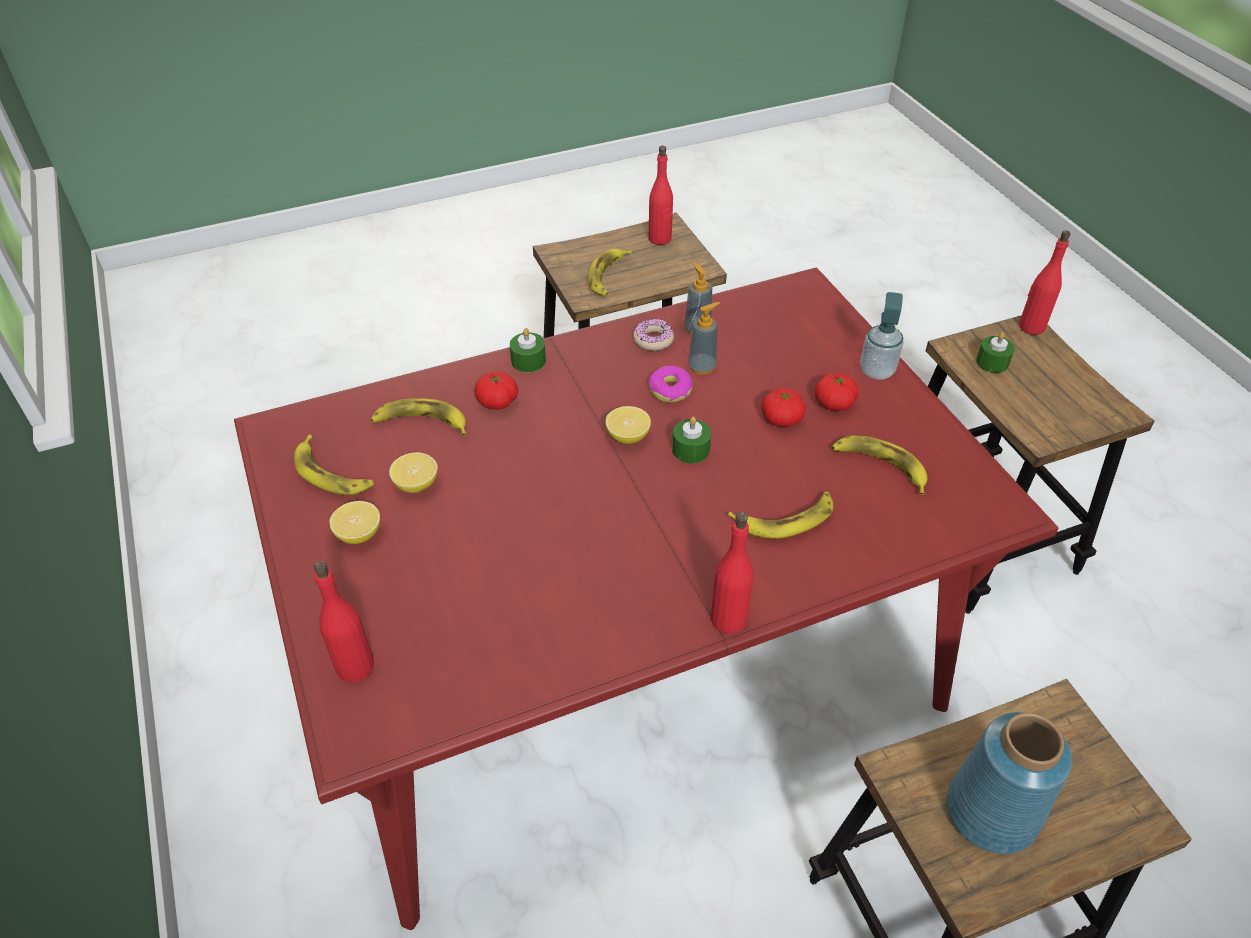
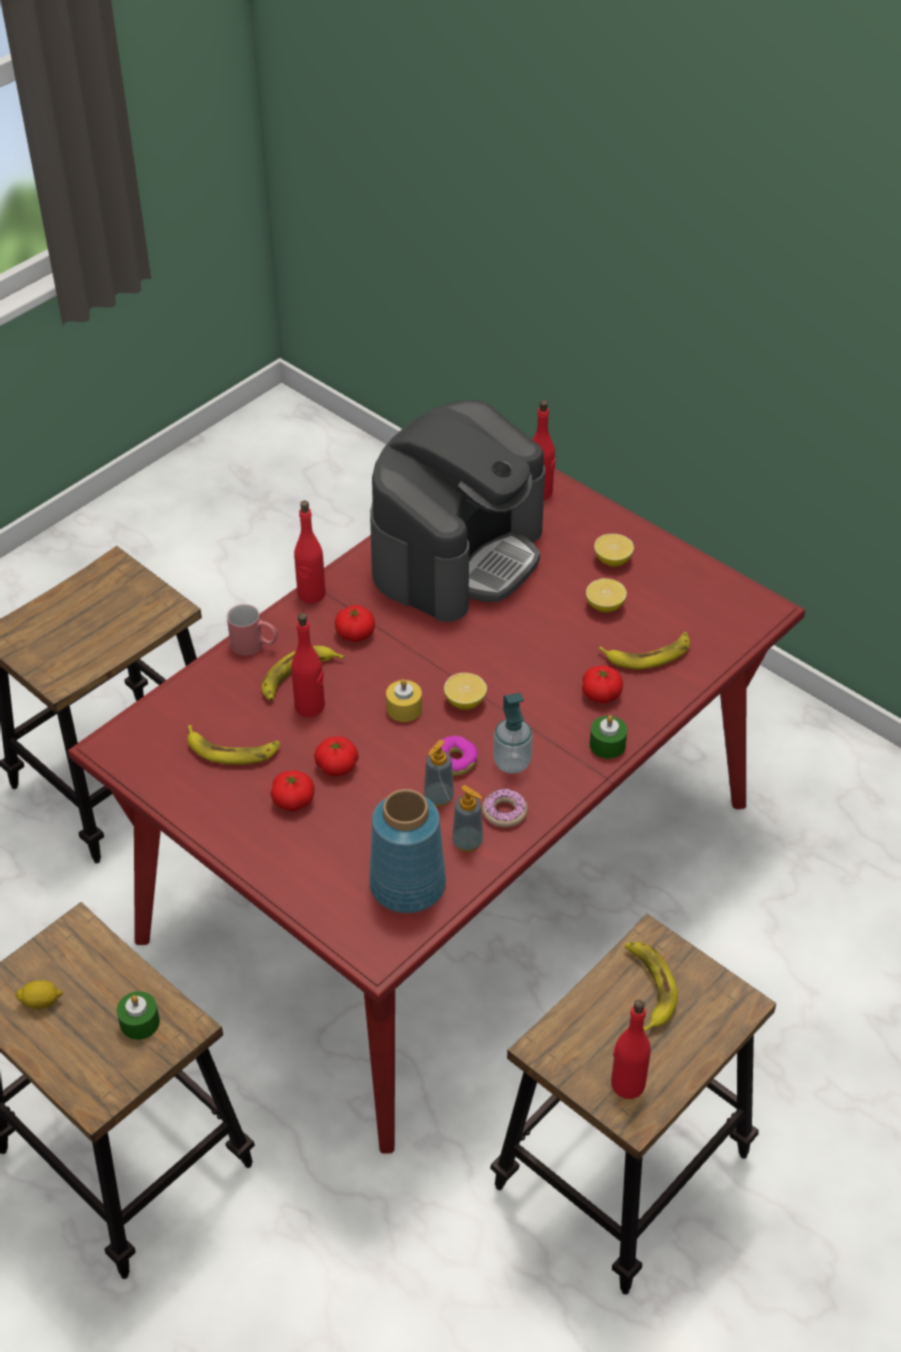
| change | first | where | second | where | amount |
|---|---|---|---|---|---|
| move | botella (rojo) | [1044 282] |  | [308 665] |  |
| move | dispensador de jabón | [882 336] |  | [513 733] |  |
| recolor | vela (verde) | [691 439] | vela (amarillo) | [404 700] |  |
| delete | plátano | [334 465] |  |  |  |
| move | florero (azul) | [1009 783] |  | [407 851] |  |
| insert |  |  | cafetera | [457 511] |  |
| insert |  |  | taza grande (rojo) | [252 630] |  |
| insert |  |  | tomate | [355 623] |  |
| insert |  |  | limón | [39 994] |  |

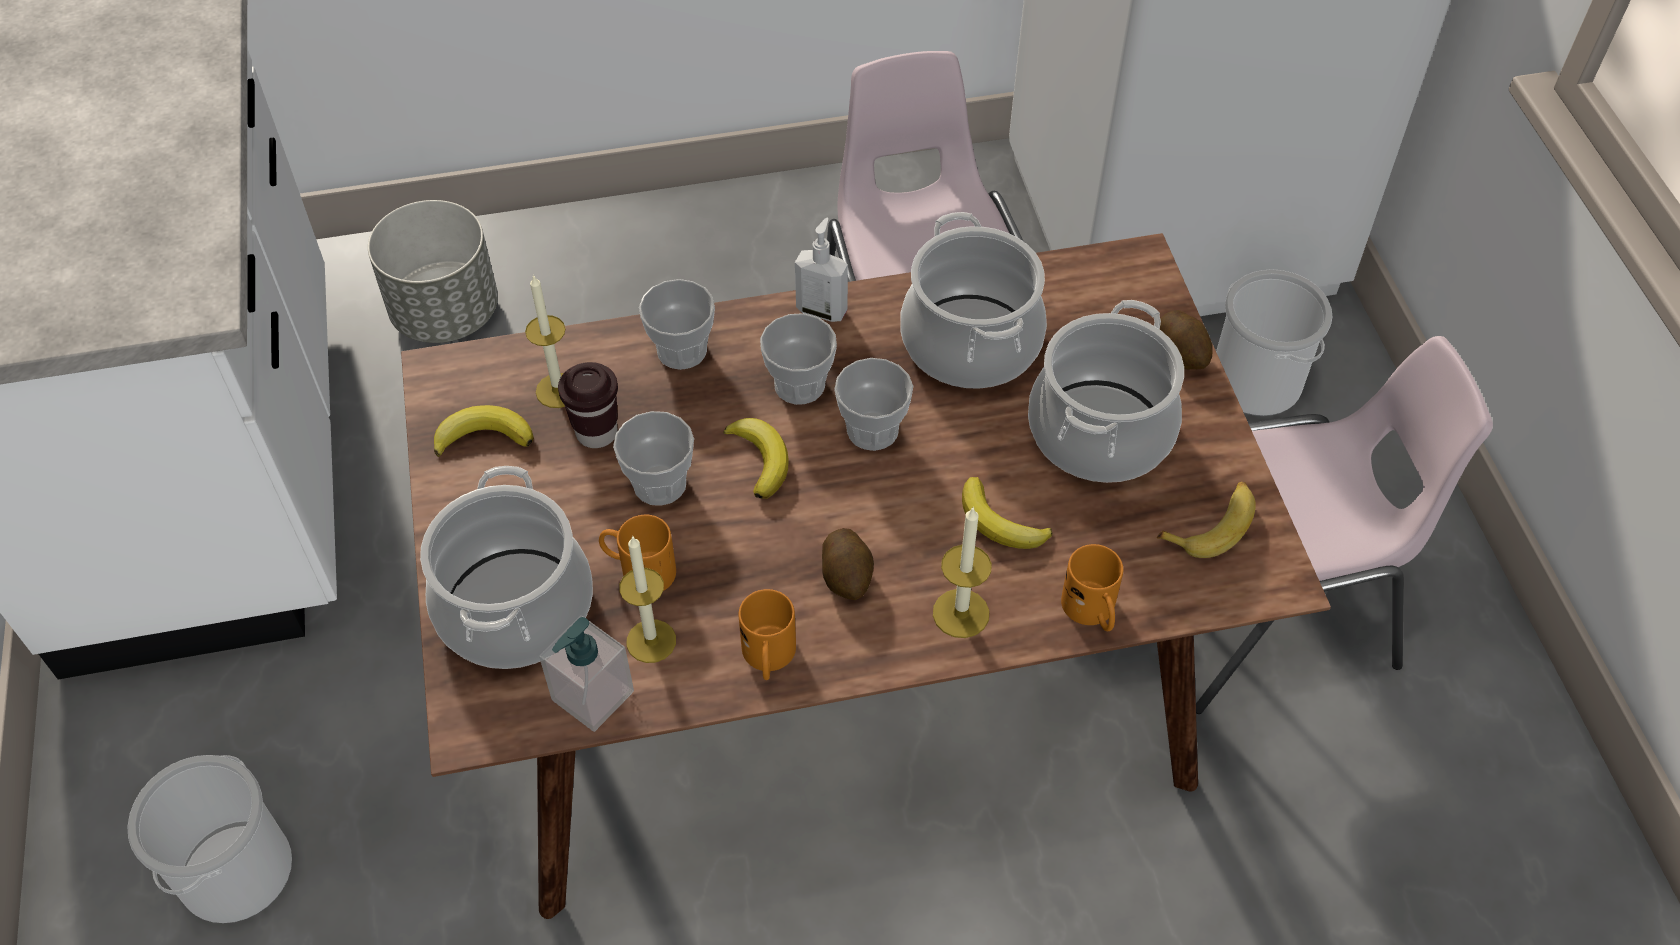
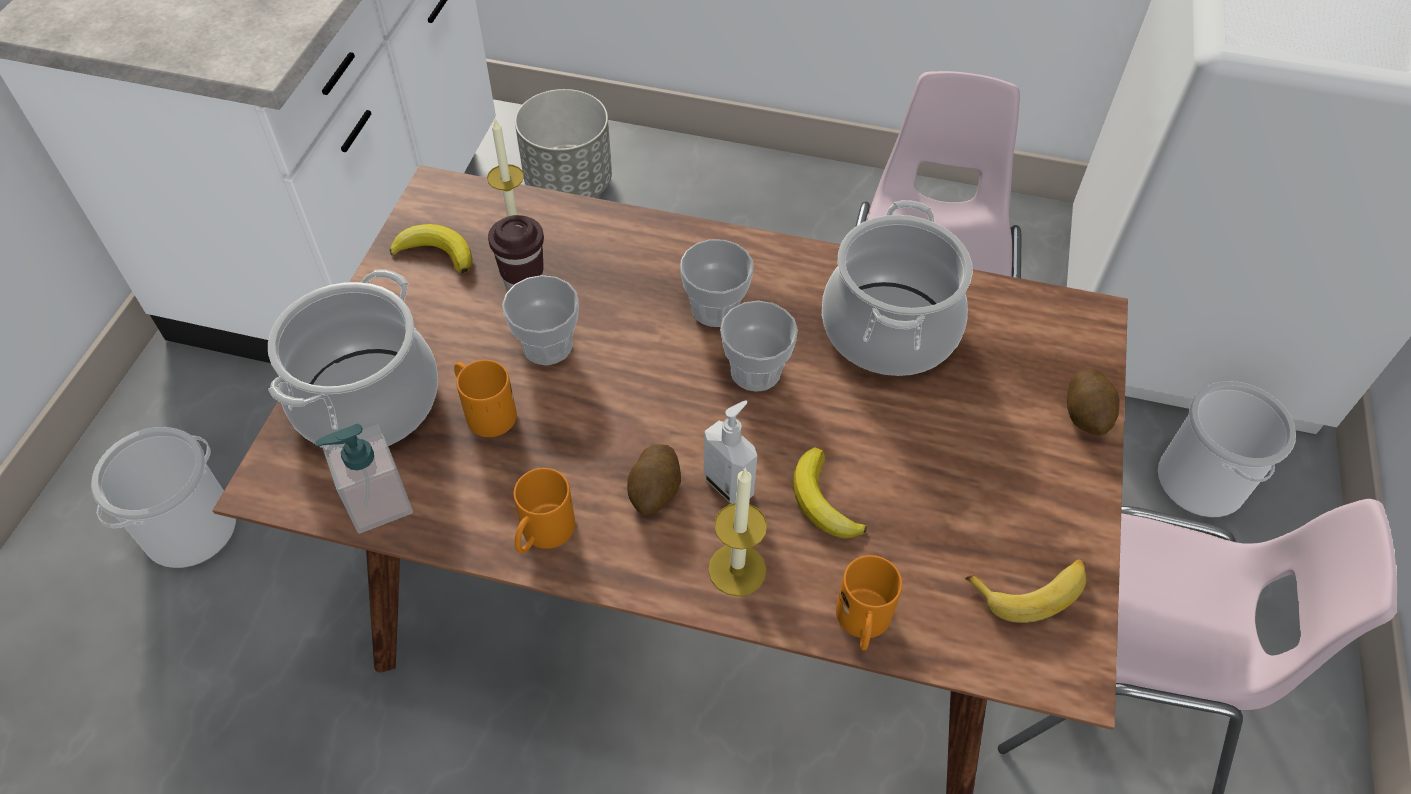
| change | first | where | second | where | amount |
|---|---|---|---|---|---|
| move | dispensador de jabón | [821 270] |  | [730 452] |  |
| delete | taza | [677 324] |  |  |  |
| delete | olla | [1106 391] |  |  |  |
| delete | plátano | [755 458] |  |  |  |
| delete | vela | [647 599] |  |  |  |

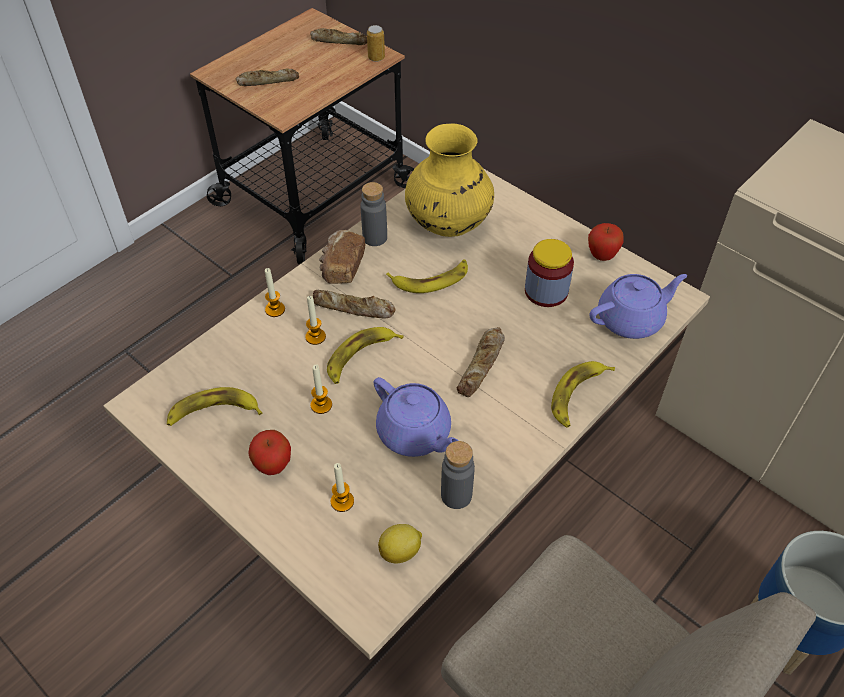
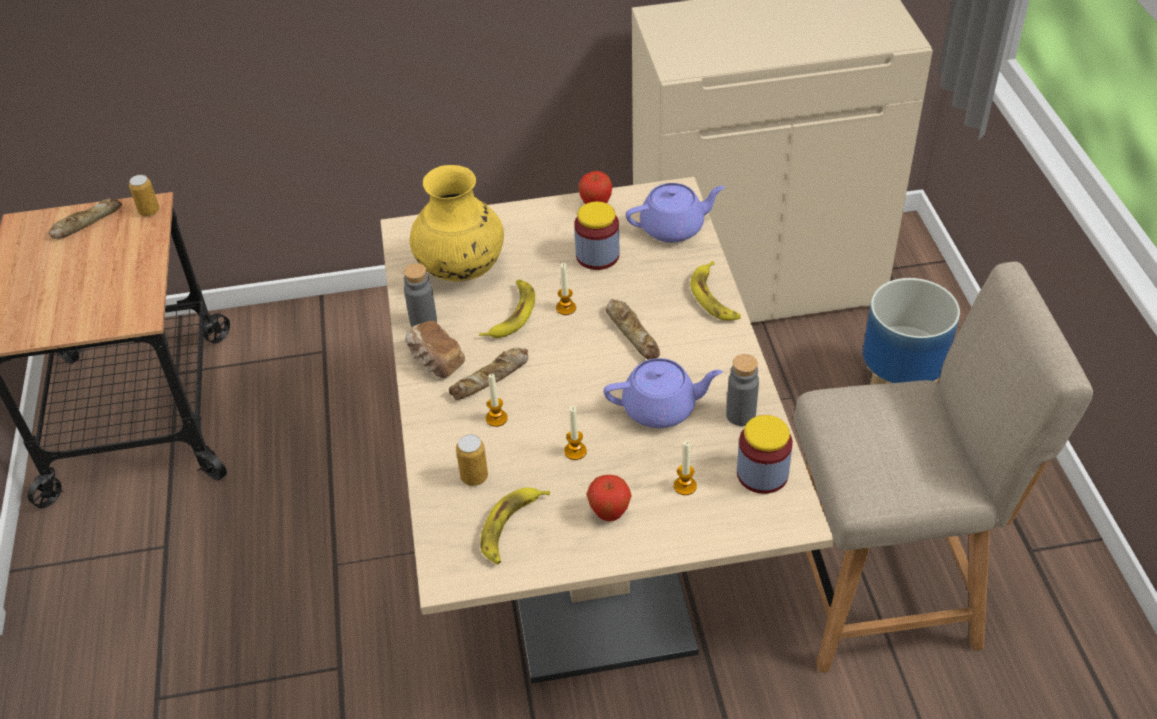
| change | first | where | second | where | amount |
|---|---|---|---|---|---|
| delete | pan | [267 77] |  |  |  |
| move | vela | [275 292] |  | [566 289] |  |
| rotate | tetera (morado) | [638 306] |  | [675 213] | 60 degrees clockwise |
| delete | plátano | [365 355] |  |  |  |
| replace | limón | [400 543] | tarro | [765 454] |  |
| insert |  |  | lata | [472 460] |  |

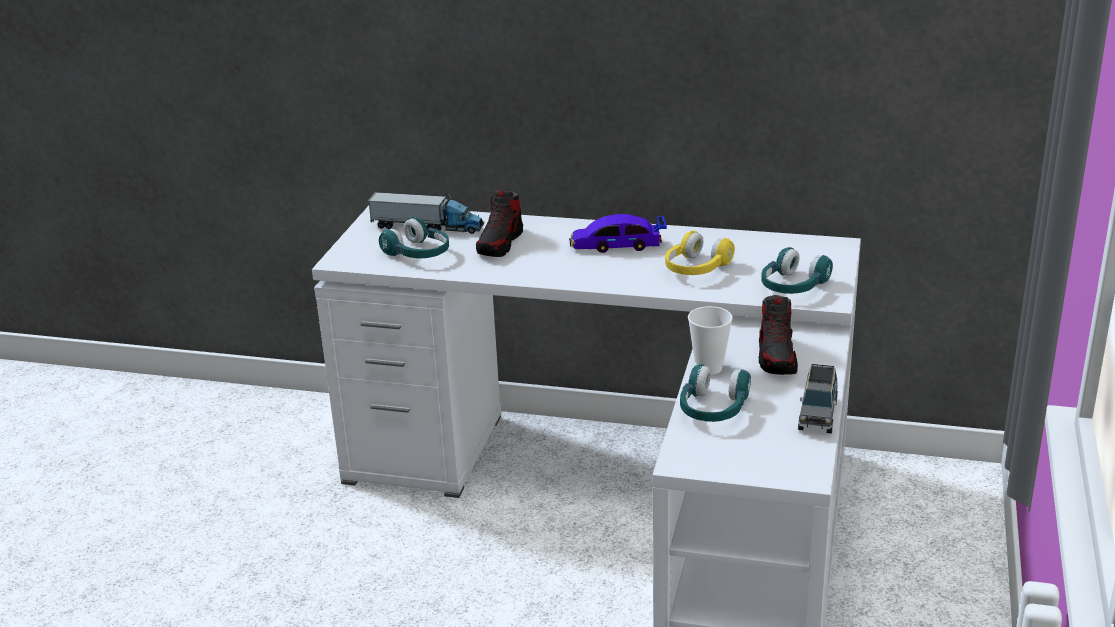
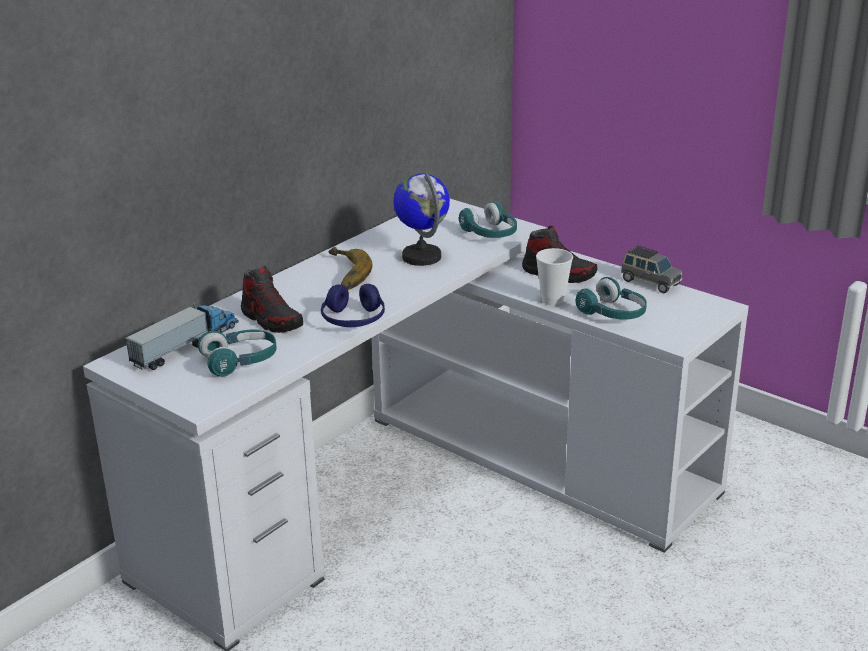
| change | first | where | second | where | amount |
|---|---|---|---|---|---|
| replace | coche de juguete | [618 233] | plátano | [350 268] |  |
| replace | auriculares (amarillo) | [700 253] | globo terráqueo | [421 219] |  |
| insert |  |  | auriculares (azul) | [353 305] |  |

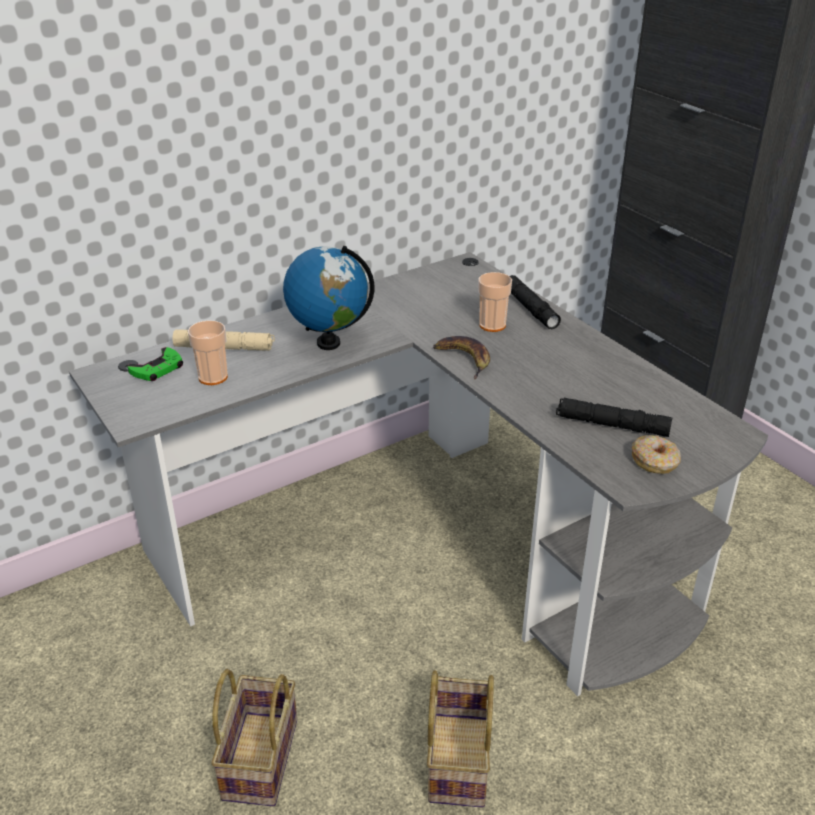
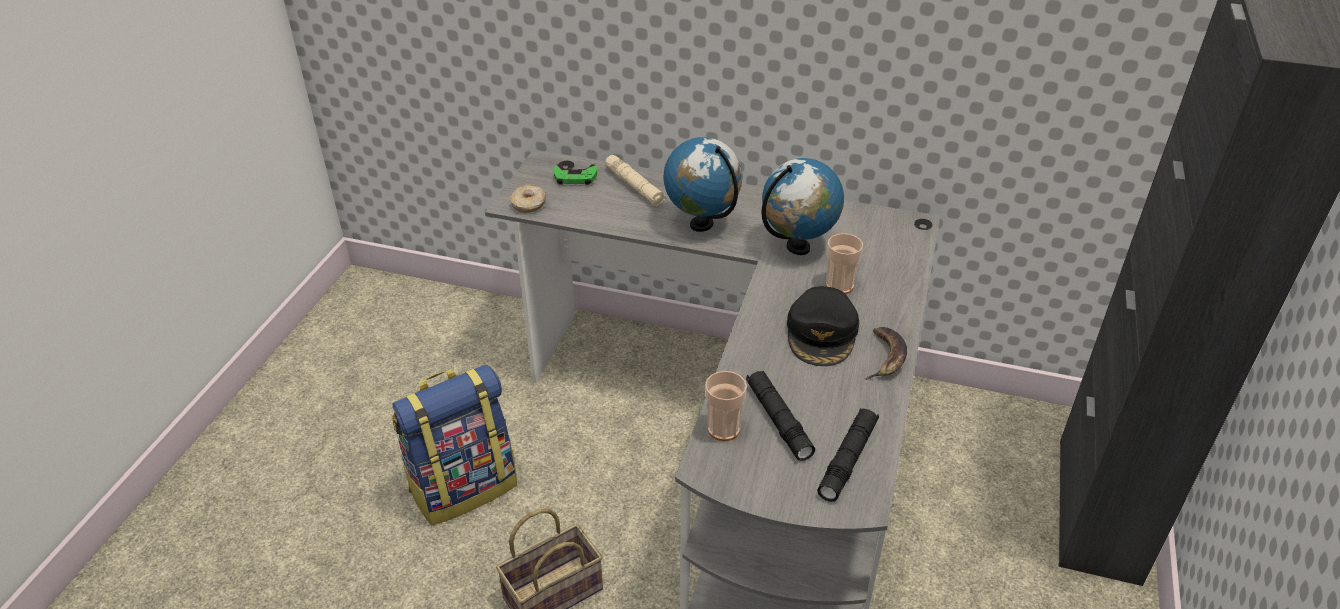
| change | first | where | second | where | amount |
|---|---|---|---|---|---|
| move | linterna (negro) | [535 302] |  | [848 455] |  |
| move | taza | [208 352] |  | [726 406] |  |
| move | plátano | [461 357] |  | [886 353] |  |
| move | rosquilla | [656 454] |  | [528 198] |  |
| replace | cesta | [254 737] | mochila | [454 444] |  |
| insert |  |  | globo terráqueo | [802 206] |  |
| insert |  |  | gorra (negro) | [823 326] |  |

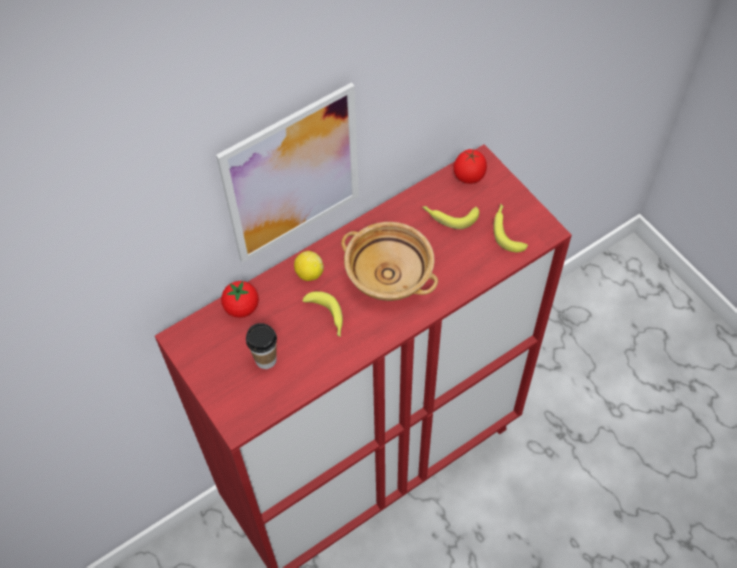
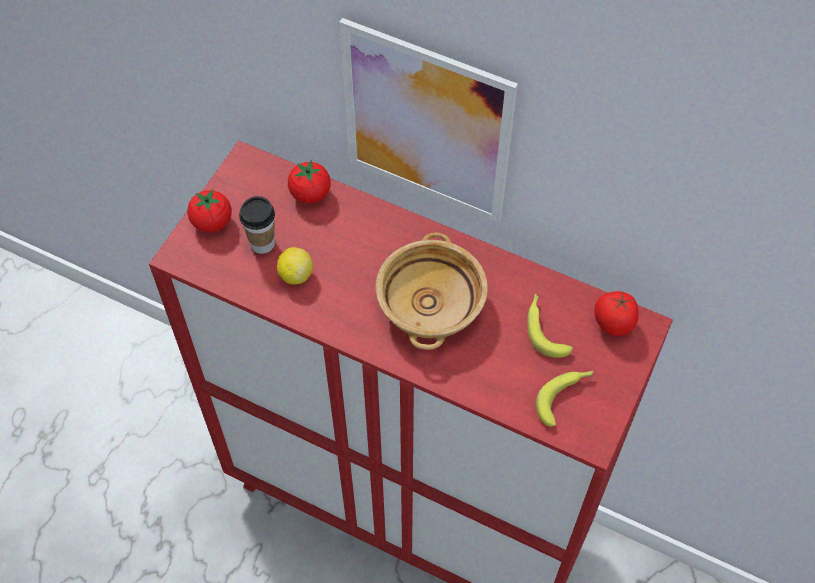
| change | first | where | second | where | amount |
|---|---|---|---|---|---|
| move | limón | [309 266] |  | [295 265] |  |
| delete | plátano | [323 314] |  |  |  |
| insert |  |  | tomate | [209 210] |  |

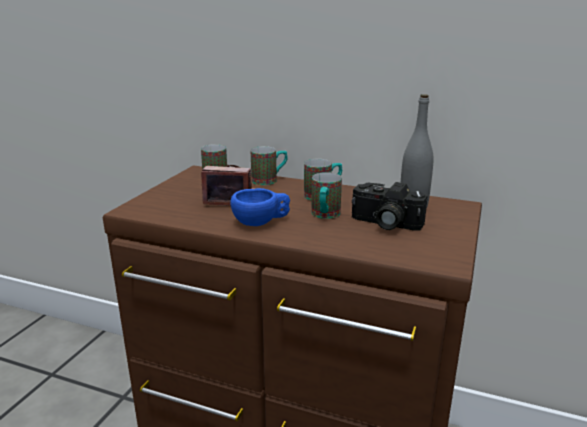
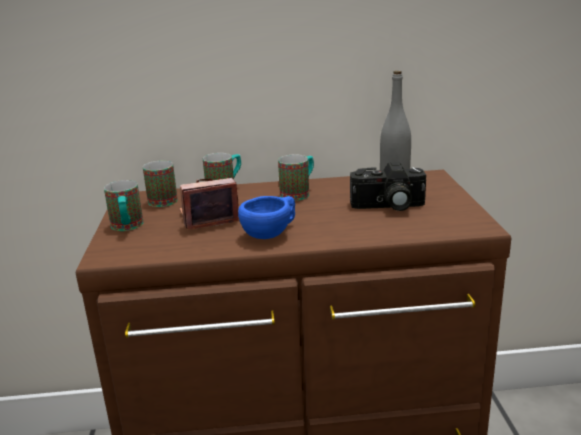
| change | first | where | second | where | amount |
|---|---|---|---|---|---|
| move | taza grande | [326 195] |  | [124 205] |  |

